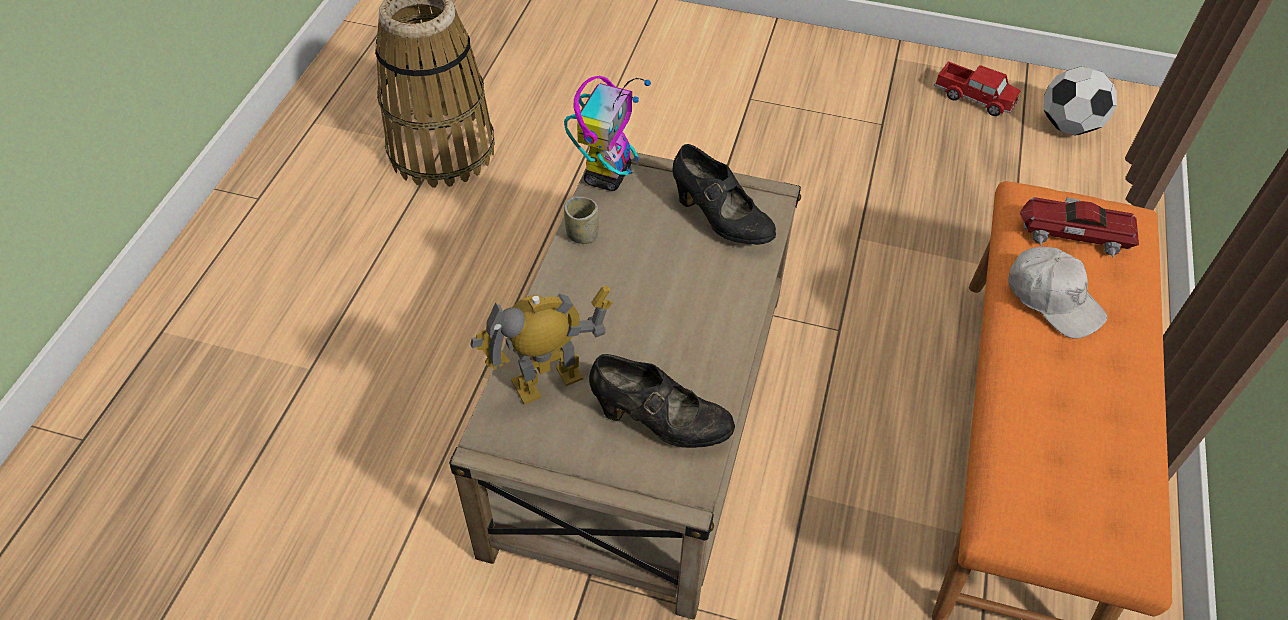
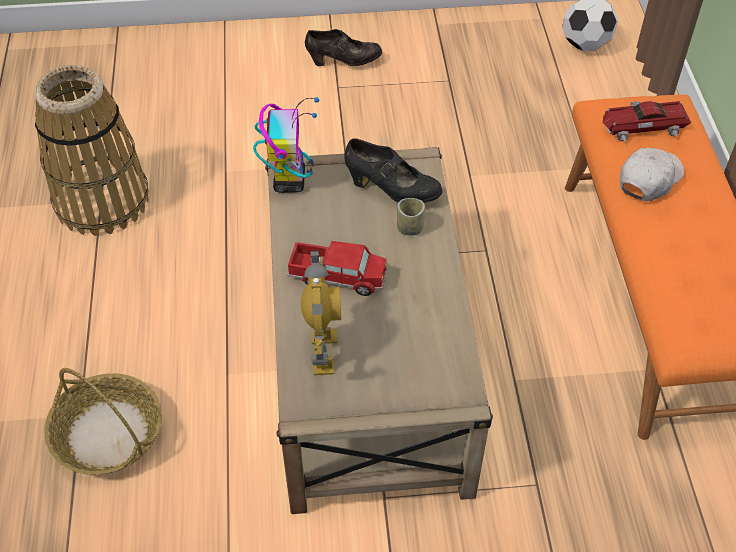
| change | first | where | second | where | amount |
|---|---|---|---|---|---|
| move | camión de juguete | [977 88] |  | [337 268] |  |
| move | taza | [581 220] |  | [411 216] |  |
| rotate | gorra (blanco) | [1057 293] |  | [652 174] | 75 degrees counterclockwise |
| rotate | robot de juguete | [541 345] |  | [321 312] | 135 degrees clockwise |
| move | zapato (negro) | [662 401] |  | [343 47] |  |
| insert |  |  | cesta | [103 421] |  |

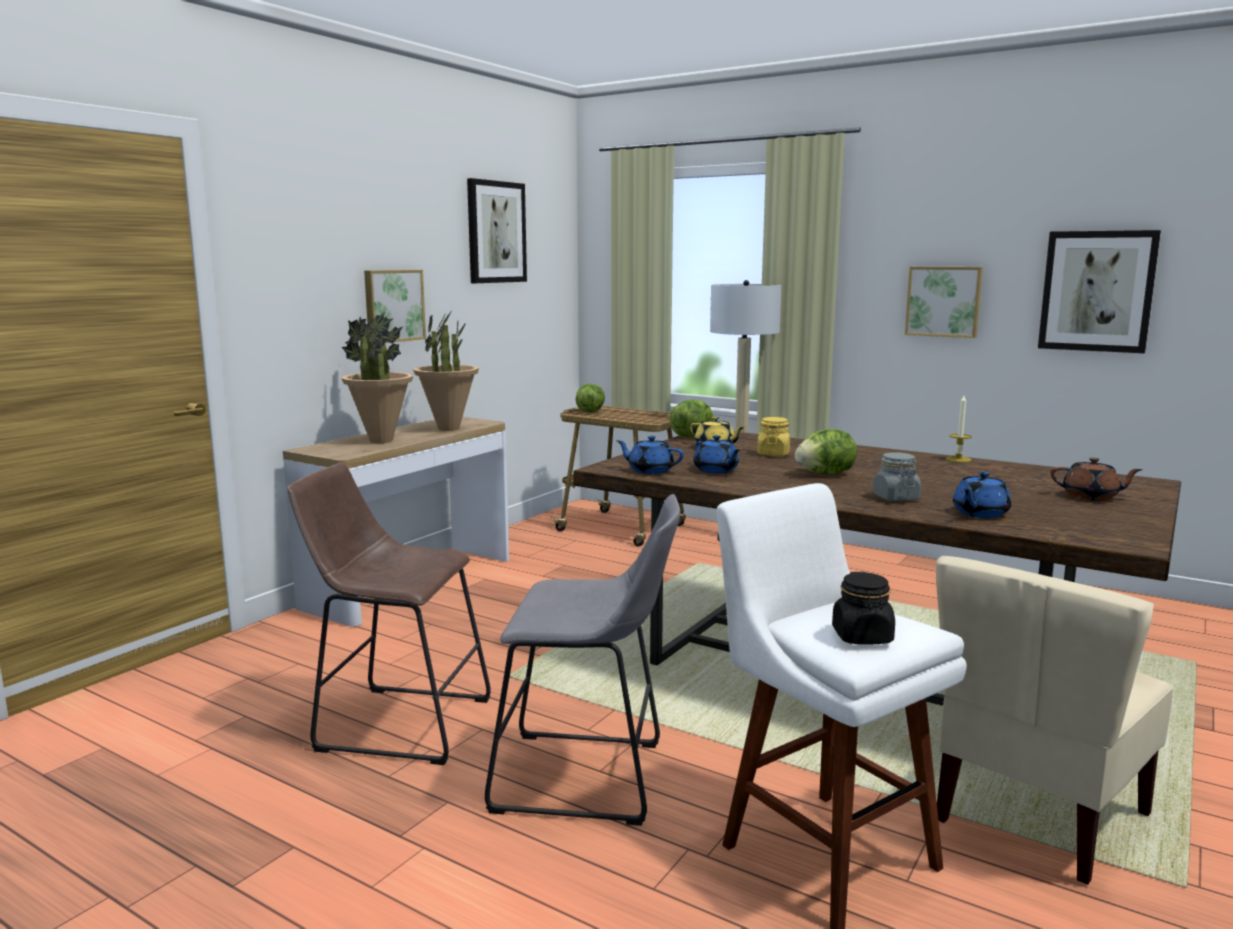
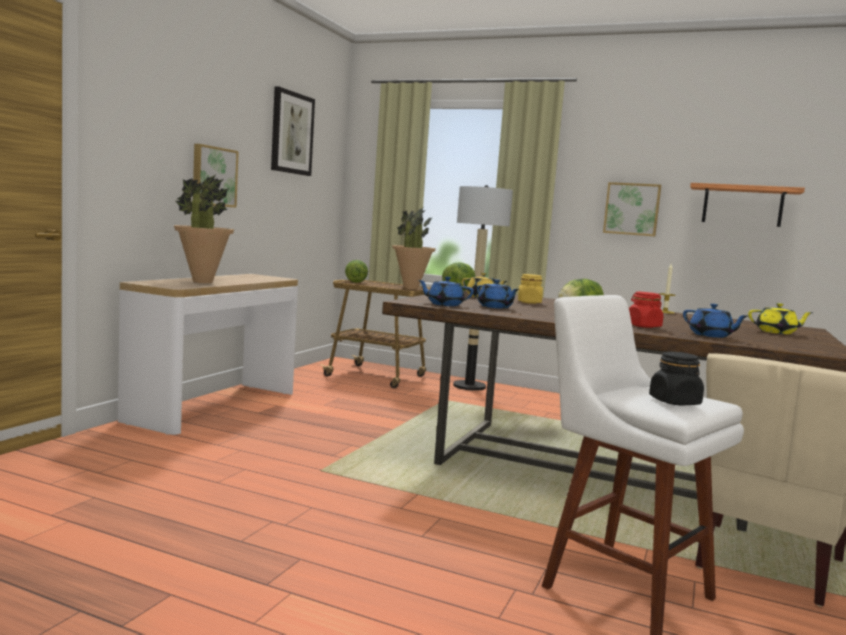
| change | first | where | second | where | amount |
|---|---|---|---|---|---|
| replace | cuadro | [1099 291] | estante | [747 205] |  |
| move | planta en maceta | [446 371] |  | [414 248] |  |
| recolor | tarro (gris) | [897 476] | tarro (rojo) | [646 310] |  |
| recolor | tetera (marrón) | [1096 479] | tetera (amarillo) | [780 318] |  |
| delete | taburete (marrón) | [389 614] |  |  |  |
| rotate | tetera (azul) | [982 495] |  | [715 321] | 75 degrees counterclockwise |
| delete | taburete (gris) | [582 660] |  |  |  |

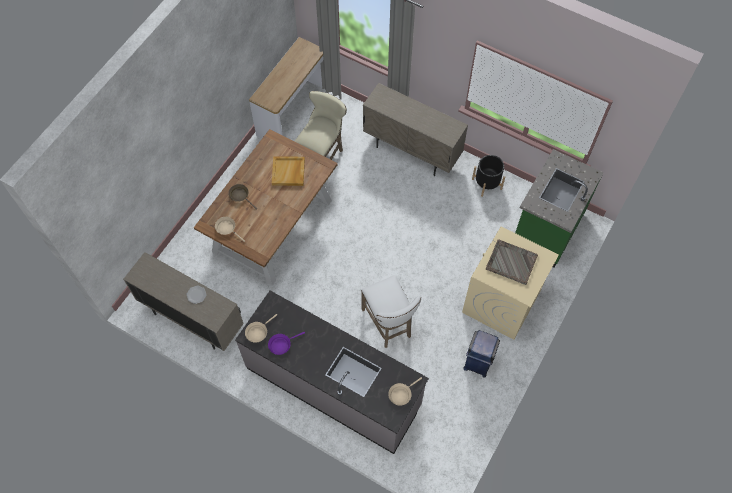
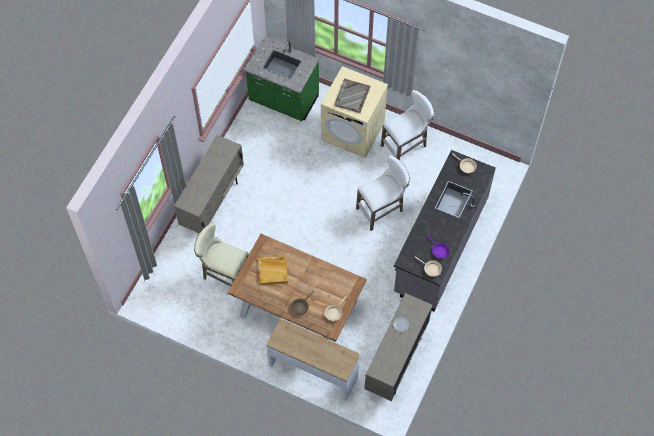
| change | first | where | second | where | amount |
|---|---|---|---|---|---|
| move | mesa consola | [286 88] |  | [312 360] |  |
| delete | maceta (negro) | [488 176] |  |  |  |
| replace | papelera (azul) | [481 354] | taburete (blanco) | [407 125] |  |

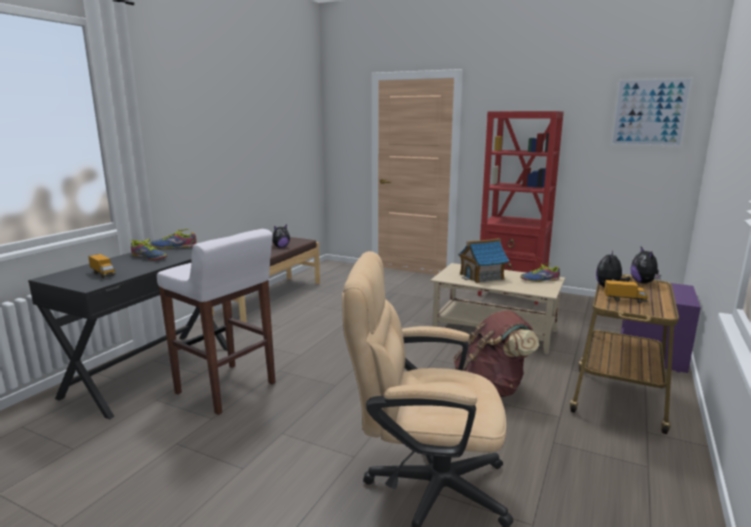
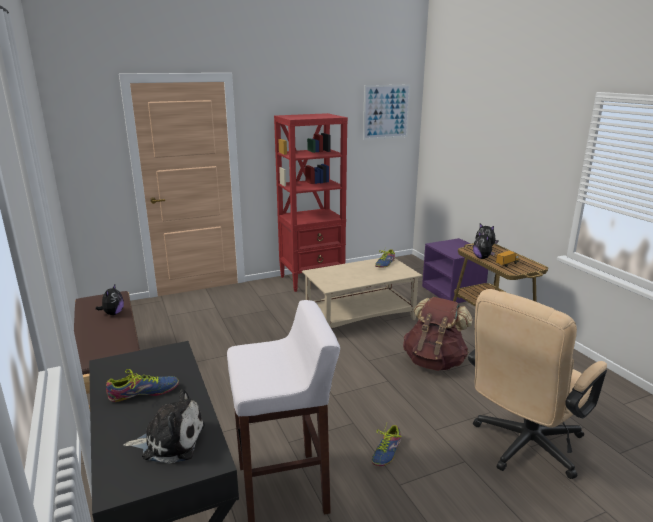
| change | first | where | second | where | amount |
|---|---|---|---|---|---|
| move | zapato | [173 239] |  | [386 445] |  |
| delete | casita | [483 260] |  |  |  |
| replace | camión de juguete | [102 266] | peluche | [164 426] |  |

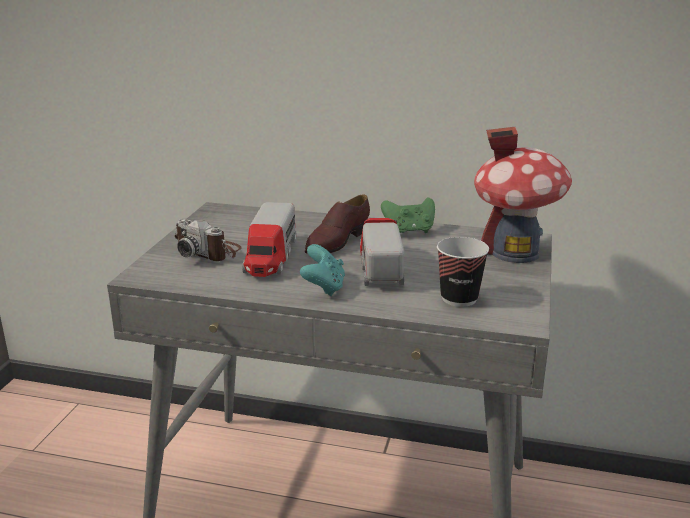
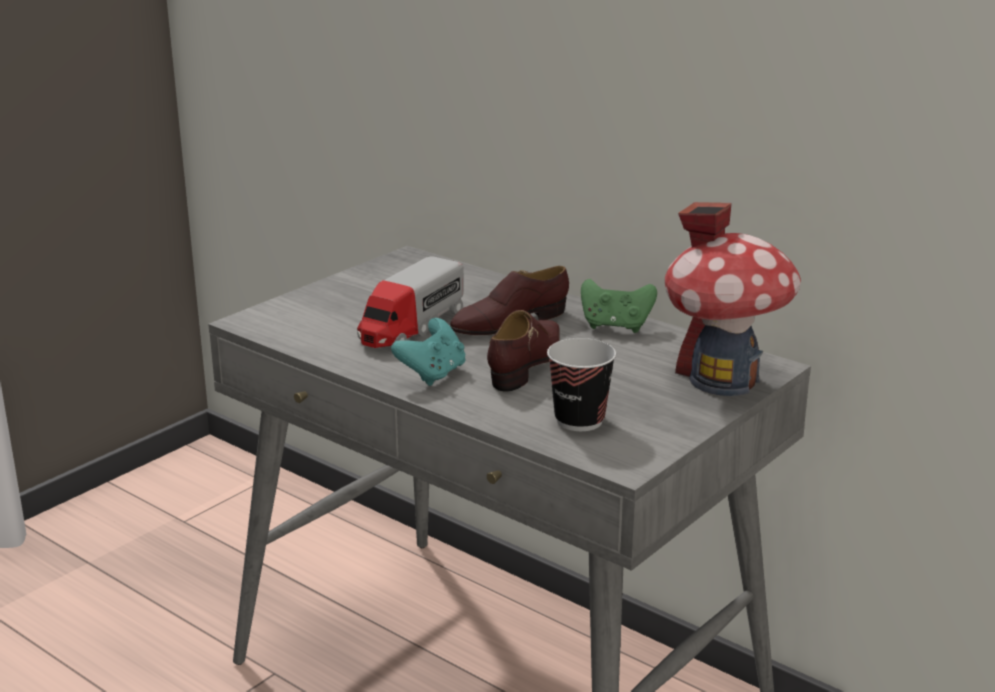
| change | first | where | second | where | amount |
|---|---|---|---|---|---|
| replace | camión de juguete | [382 252] | zapato (marrón) | [523 351] |  |
| delete | cámara | [208 240] |  |  |  |

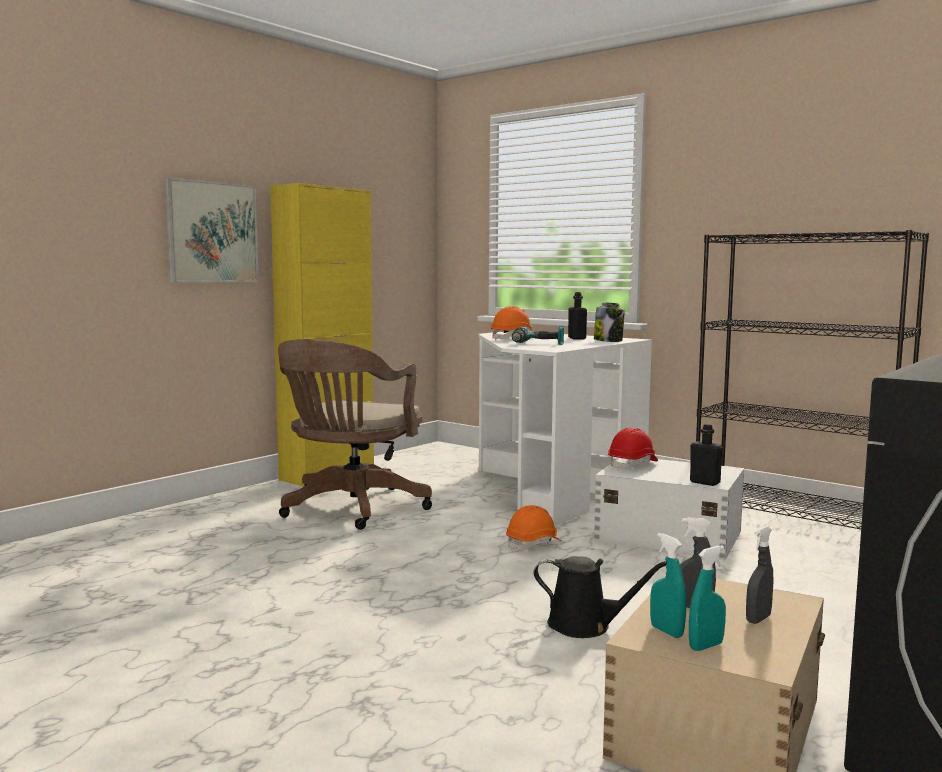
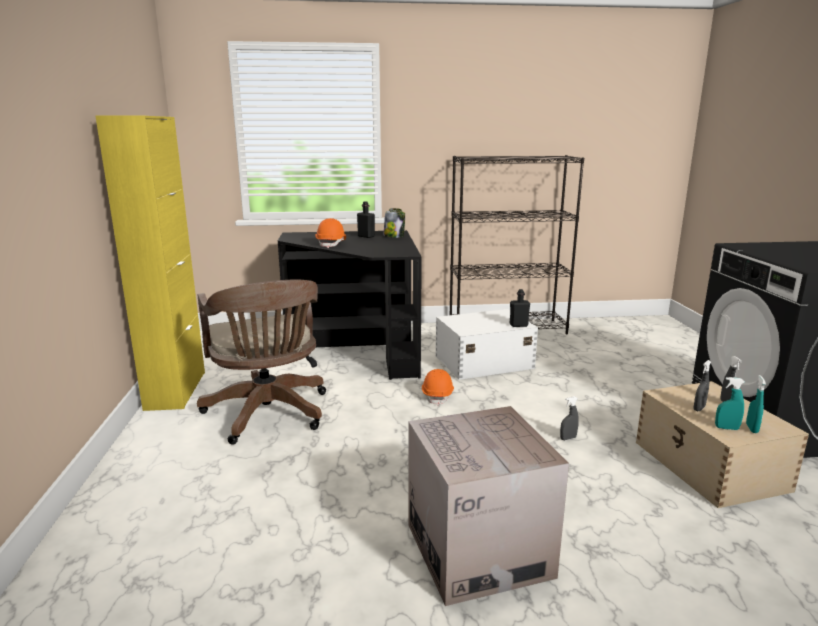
| change | first | where | second | where | amount |
|---|---|---|---|---|---|
| delete | cuadro | [212 230] |  |  |  |
| delete | taladro | [538 335] |  |  |  |
| recolor | escritorio (blanco) | [565 429] | escritorio (negro) | [350 305] |  |
| delete | casco (rojo) | [633 448] |  |  |  |
| replace | regadera (negro) | [600 597] | pulverizador (gris) | [569 418] |  |
| insert |  |  | caja de cartón | [489 506] |  |

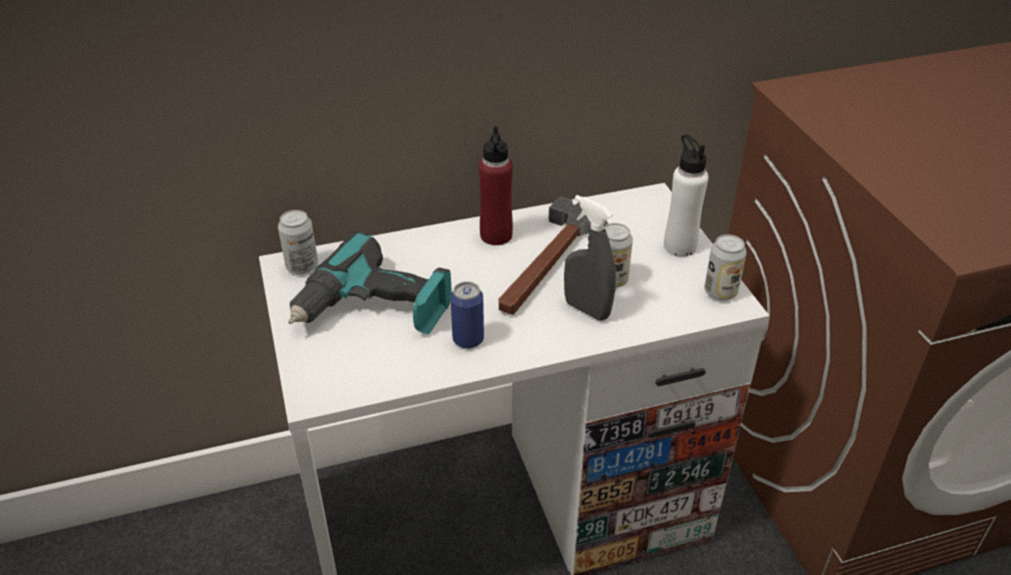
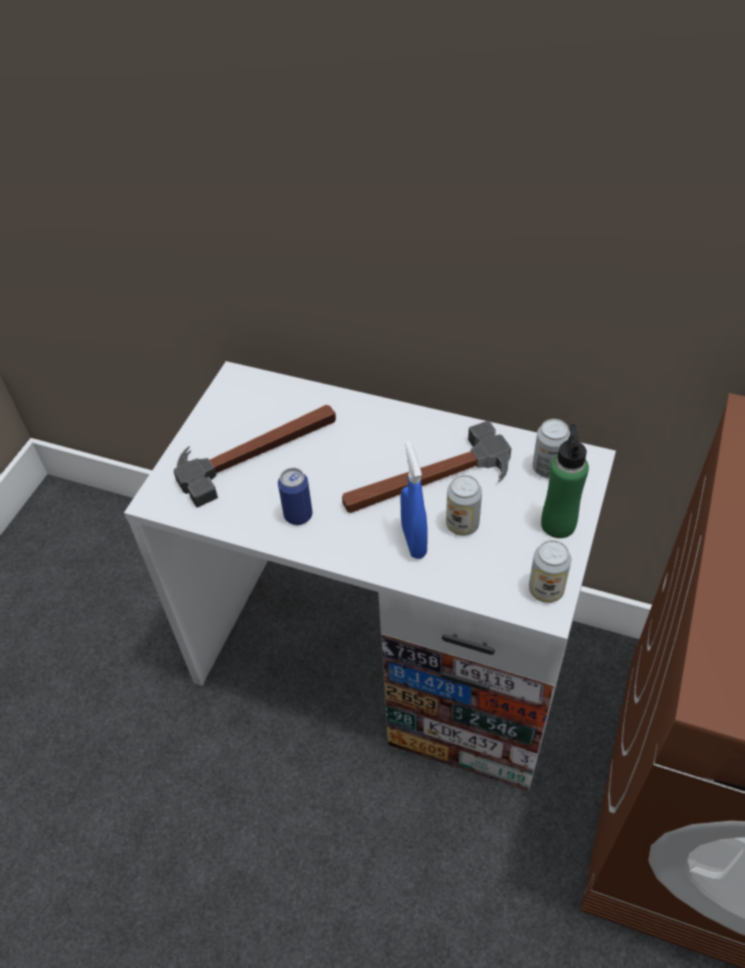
| change | first | where | second | where | amount |
|---|---|---|---|---|---|
| delete | botella (rojo) | [496 185] |  |  |  |
| recolor | botella (blanco) | [686 195] | botella (verde) | [565 481] |  |
| recolor | pulverizador (gris) | [590 258] | pulverizador (azul) | [414 500] |  |
| move | lata | [298 242] |  | [551 448] |  |
| replace | taladro | [370 283] | martillo | [255 456] |  |

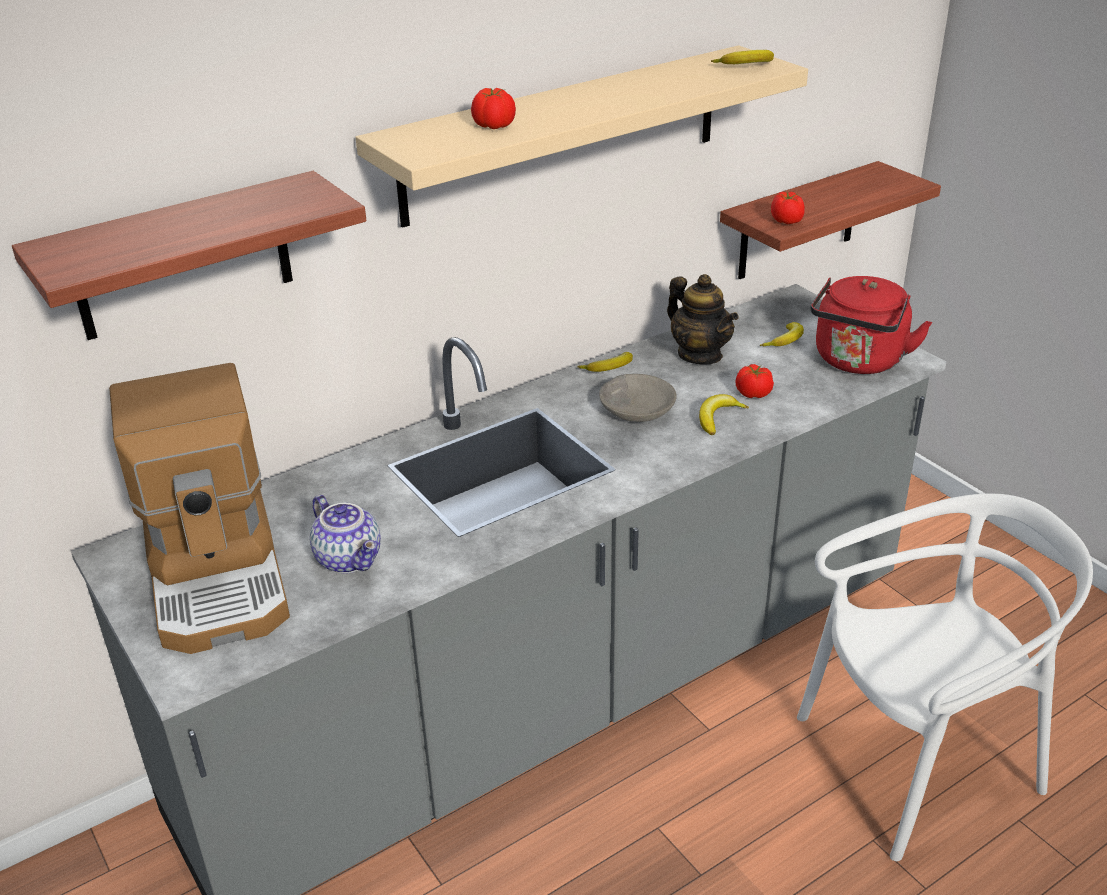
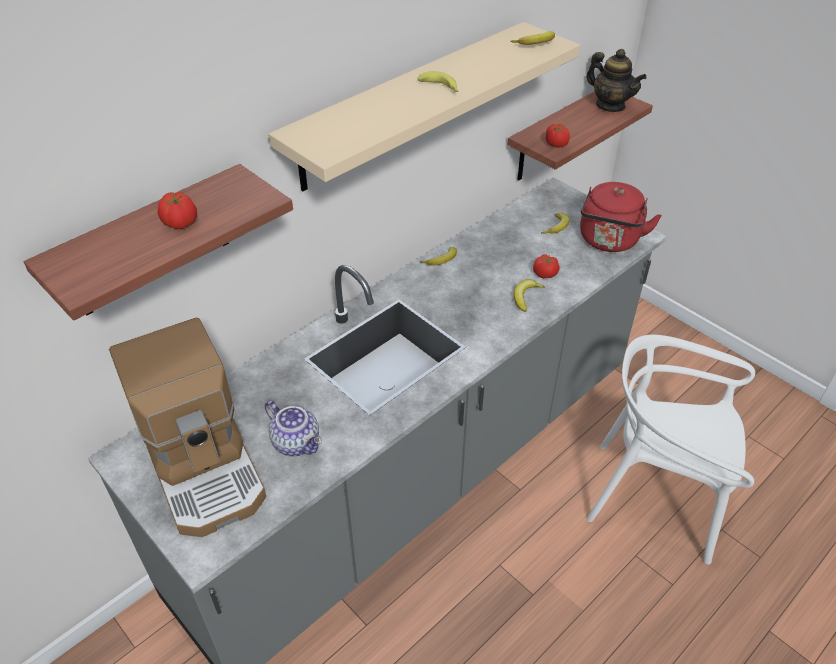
| change | first | where | second | where | amount |
|---|---|---|---|---|---|
| move | tomate | [493 108] |  | [177 210] |  |
| move | tetera | [703 319] |  | [616 80] |  |
| delete | cuenco (gris) | [638 398] |  |  |  |
| rotate | silla (blanco) | [945 677] |  | [671 449] | 135 degrees counterclockwise |
| insert |  |  | plátano | [438 81] |  |

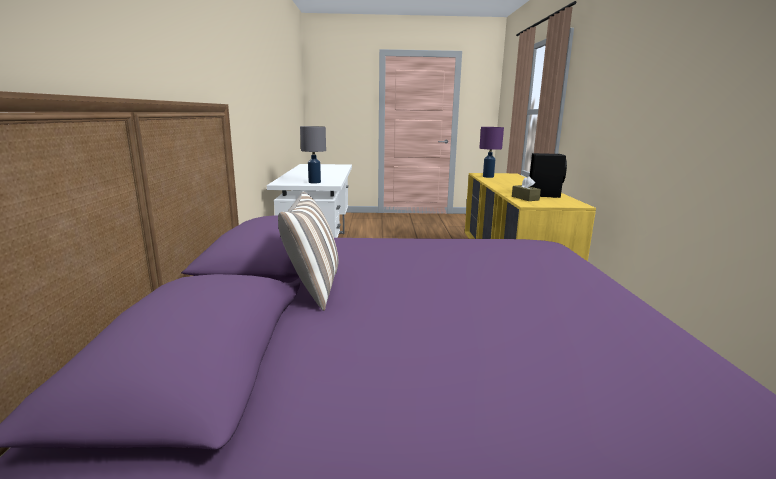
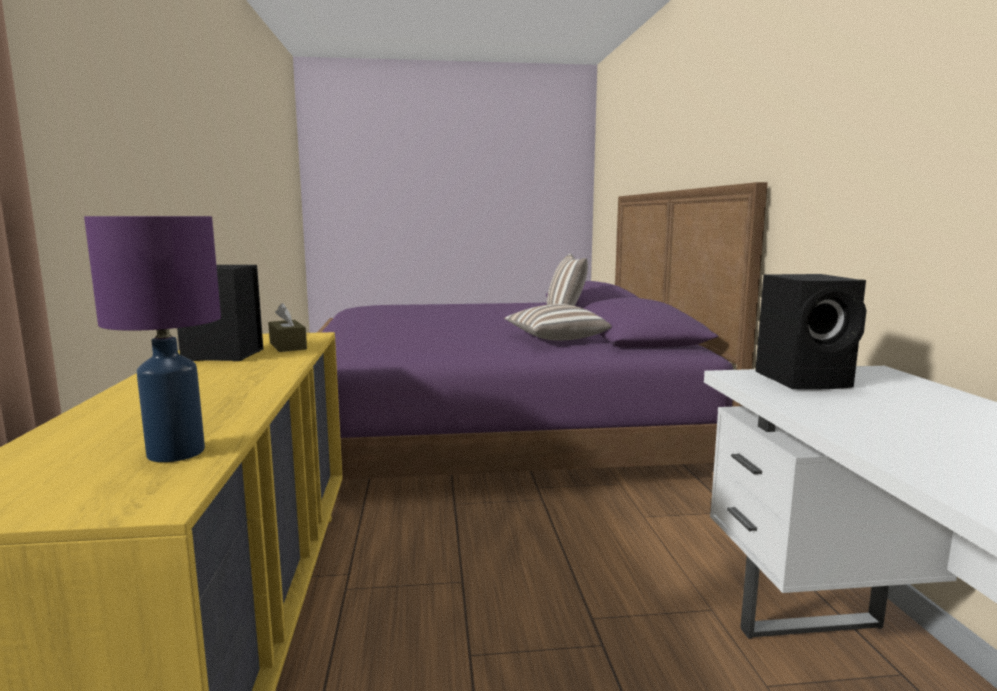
| change | first | where | second | where | amount |
|---|---|---|---|---|---|
| replace | lámpara de mesa (gris) | [313 155] | altavoz (negro) | [811 332] |  |
| insert |  |  | cojín | [558 322] |  |

